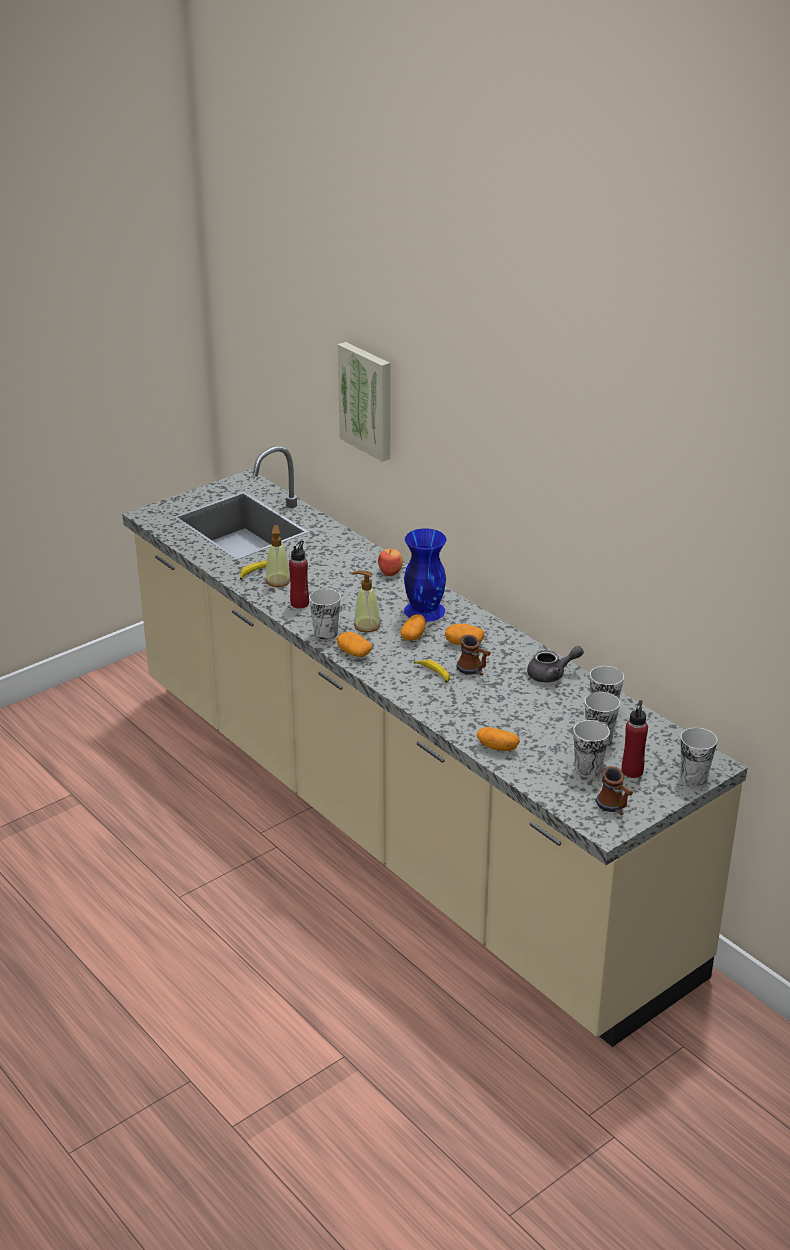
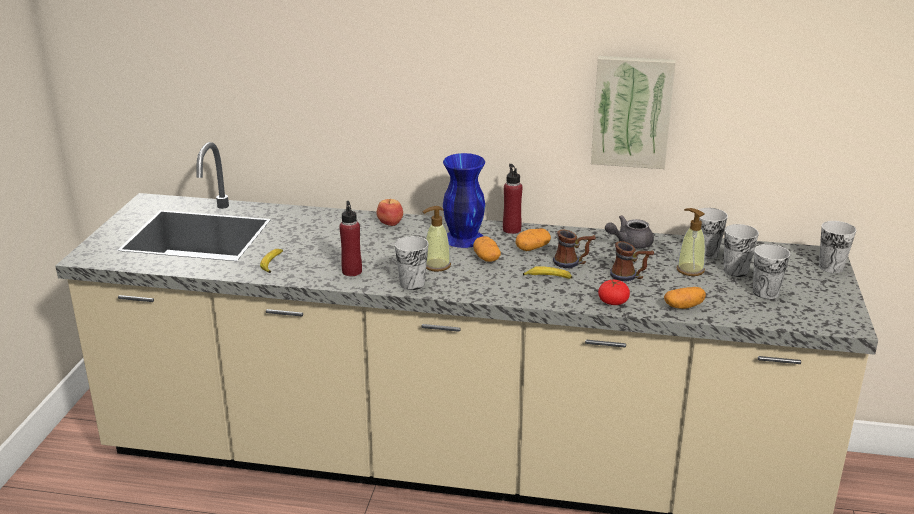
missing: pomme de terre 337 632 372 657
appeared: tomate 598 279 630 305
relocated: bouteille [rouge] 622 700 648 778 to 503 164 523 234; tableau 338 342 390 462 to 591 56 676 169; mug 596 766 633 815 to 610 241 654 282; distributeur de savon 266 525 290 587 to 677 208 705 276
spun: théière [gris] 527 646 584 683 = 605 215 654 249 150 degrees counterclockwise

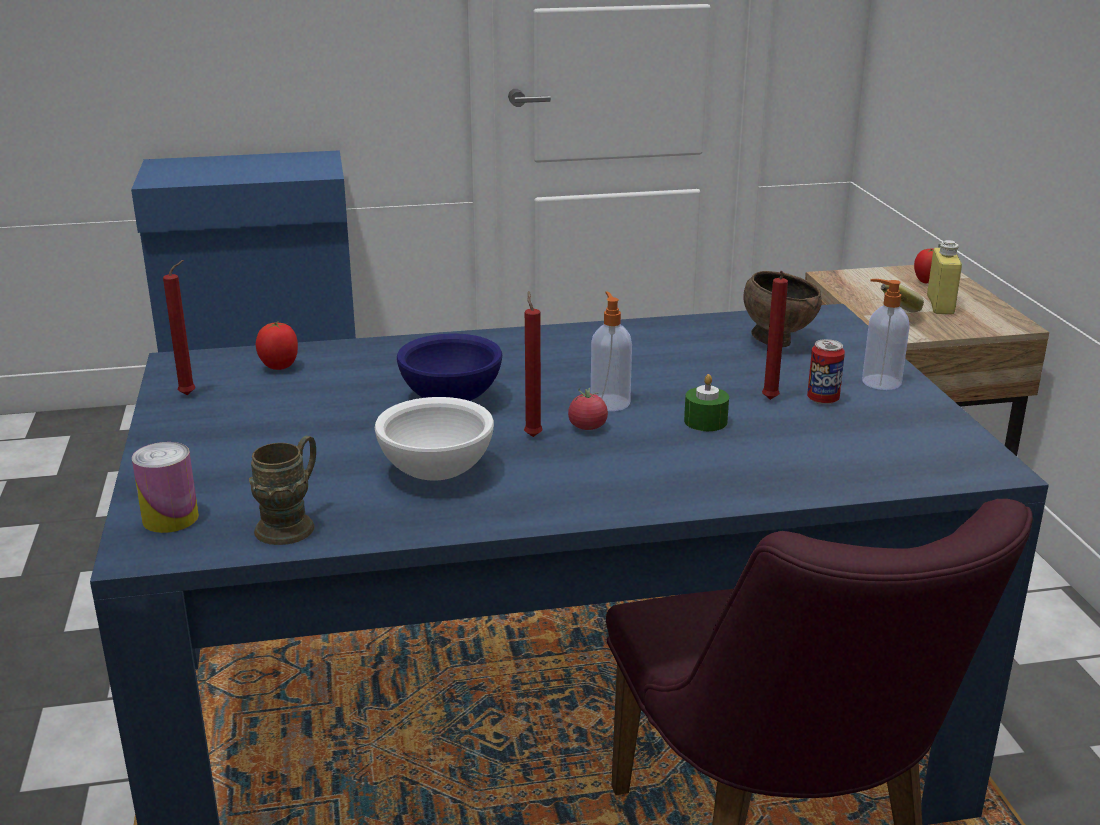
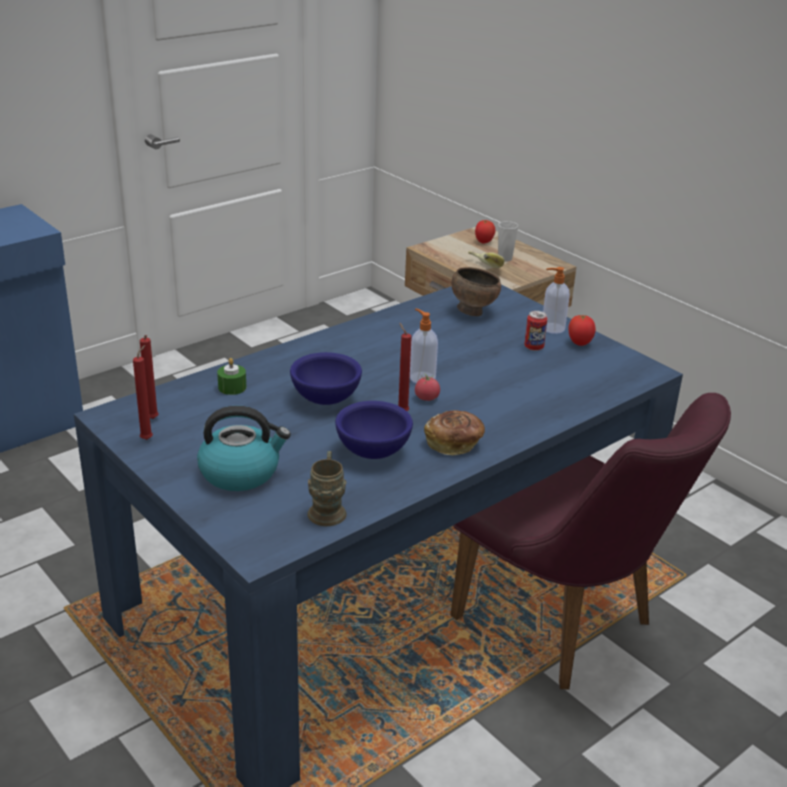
missing: boîte métallique 132 442 199 533
appeared: bouilloire 197 406 291 491; pain 424 410 485 455
relocated: bougie [rouge] 762 271 788 400 to 140 335 159 419; bougie [vert] 684 374 729 431 to 217 358 246 395; tomate 255 322 298 370 to 568 314 596 346
exchanged: bouteille [jaune] 927 240 962 315 to tasse 498 221 518 262
colour: bol [blanc] 375 397 494 481 to bol [bleu] 335 401 413 459

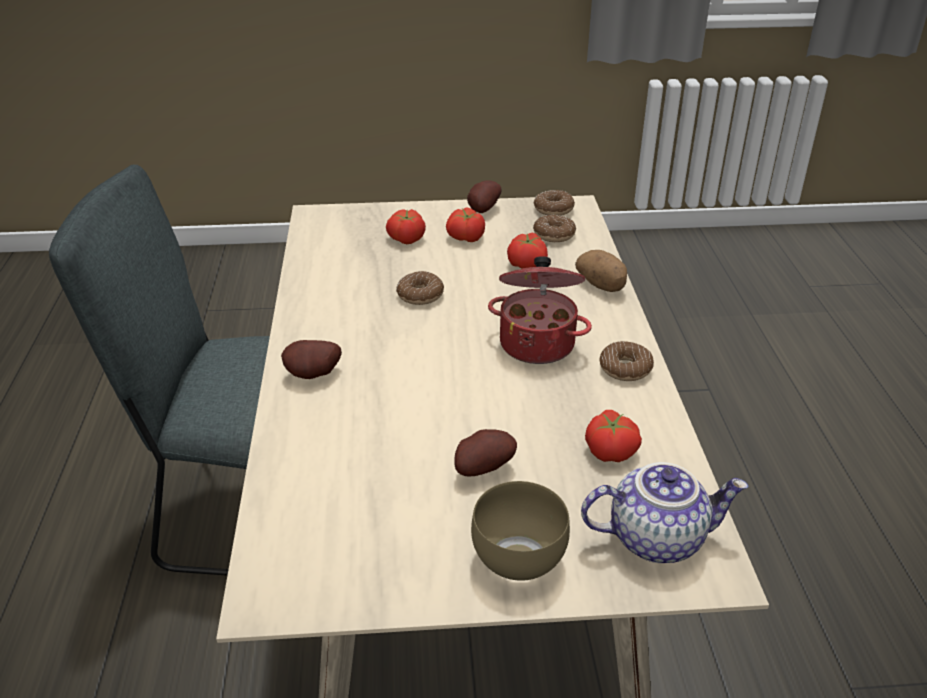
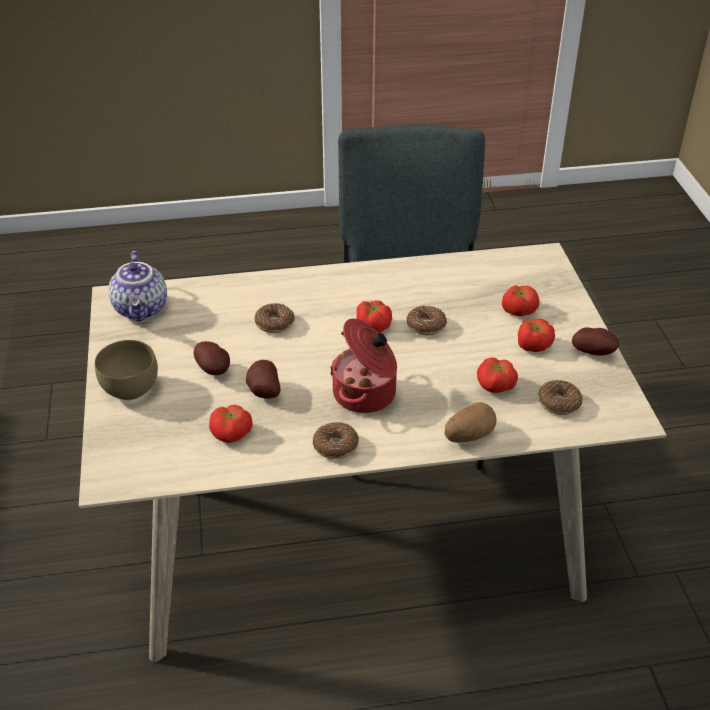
appeared: tomate 356 300 392 333
relocated: théière 581 462 748 563 to 109 251 167 322; pomme de terre 281 340 342 379 to 246 360 281 399; beignet 533 190 575 216 to 254 303 294 333

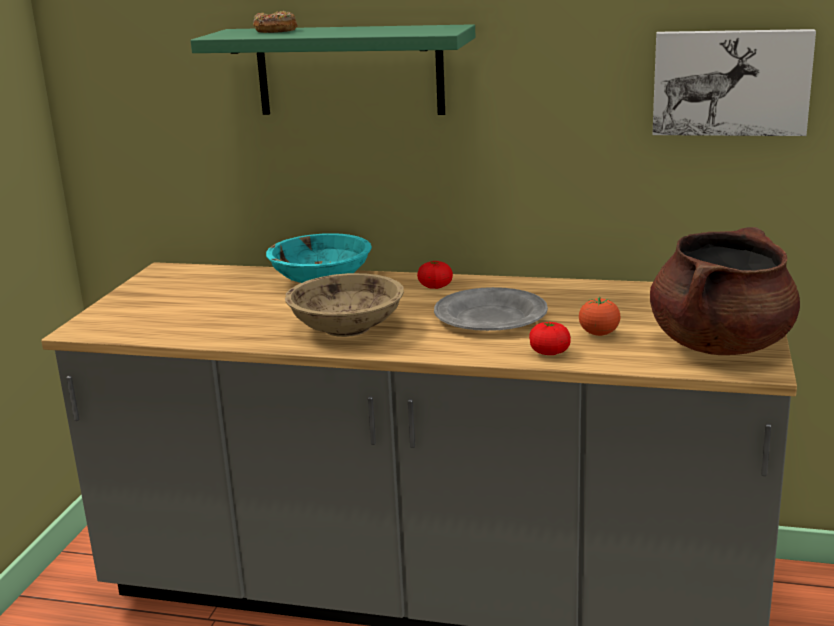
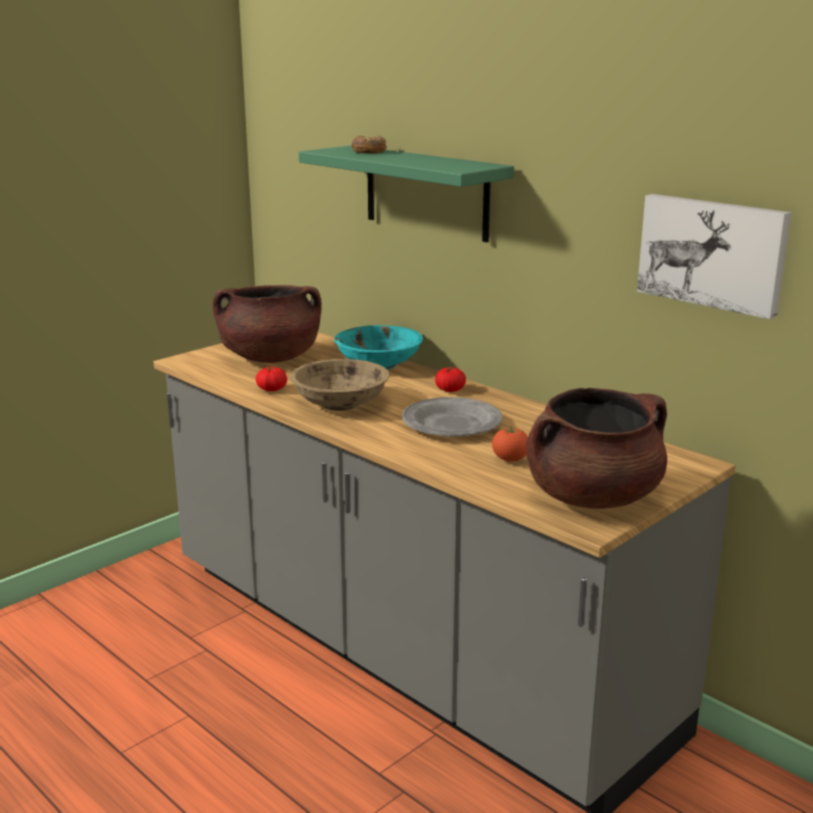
appeared: marmite [marron] 213 285 322 363
relocated: tomate 529 322 571 355 to 256 367 287 391

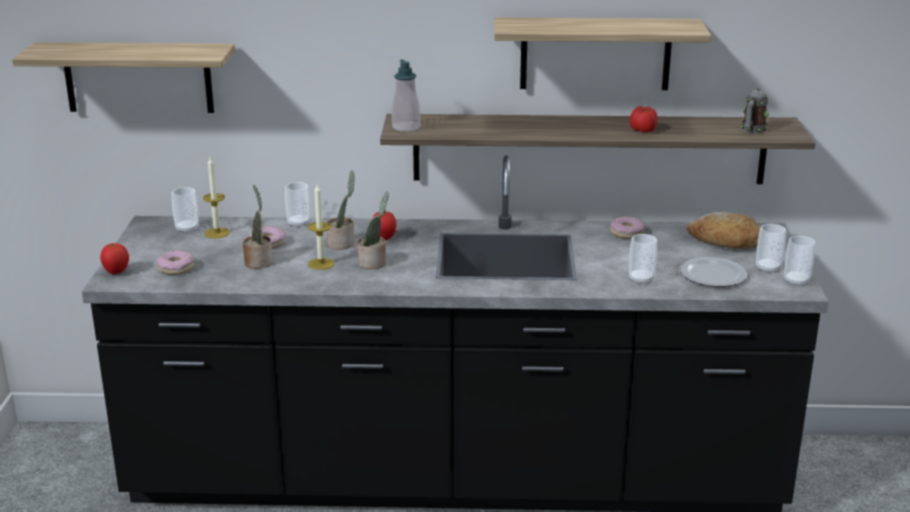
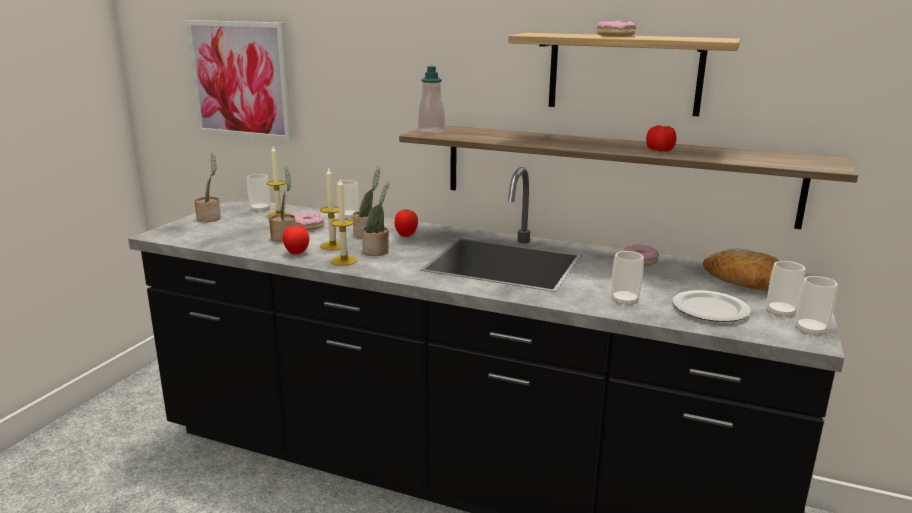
missing: mug 741 88 769 133
appeared: plante en pot 194 153 221 222; bougie 331 179 357 266
relocated: tomate 100 243 129 274 to 282 225 309 254; beignet 156 250 194 275 to 597 21 636 37
exchanged: étagère 12 42 235 113 to tableau 186 20 292 141

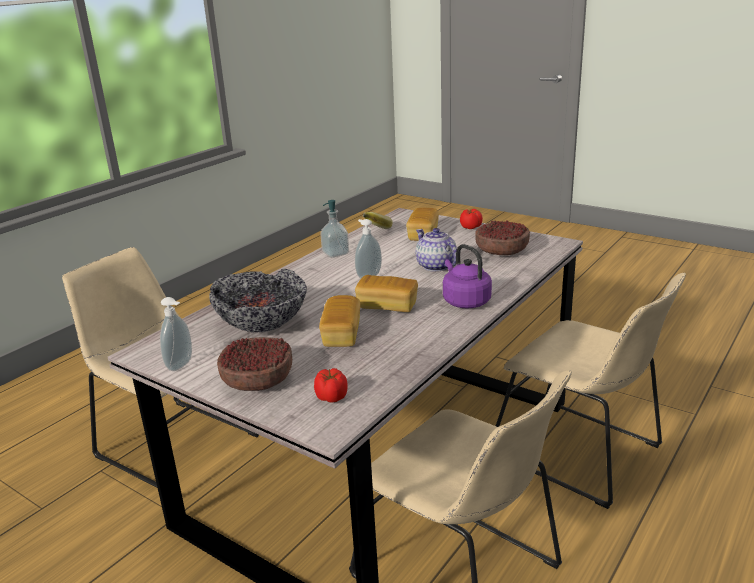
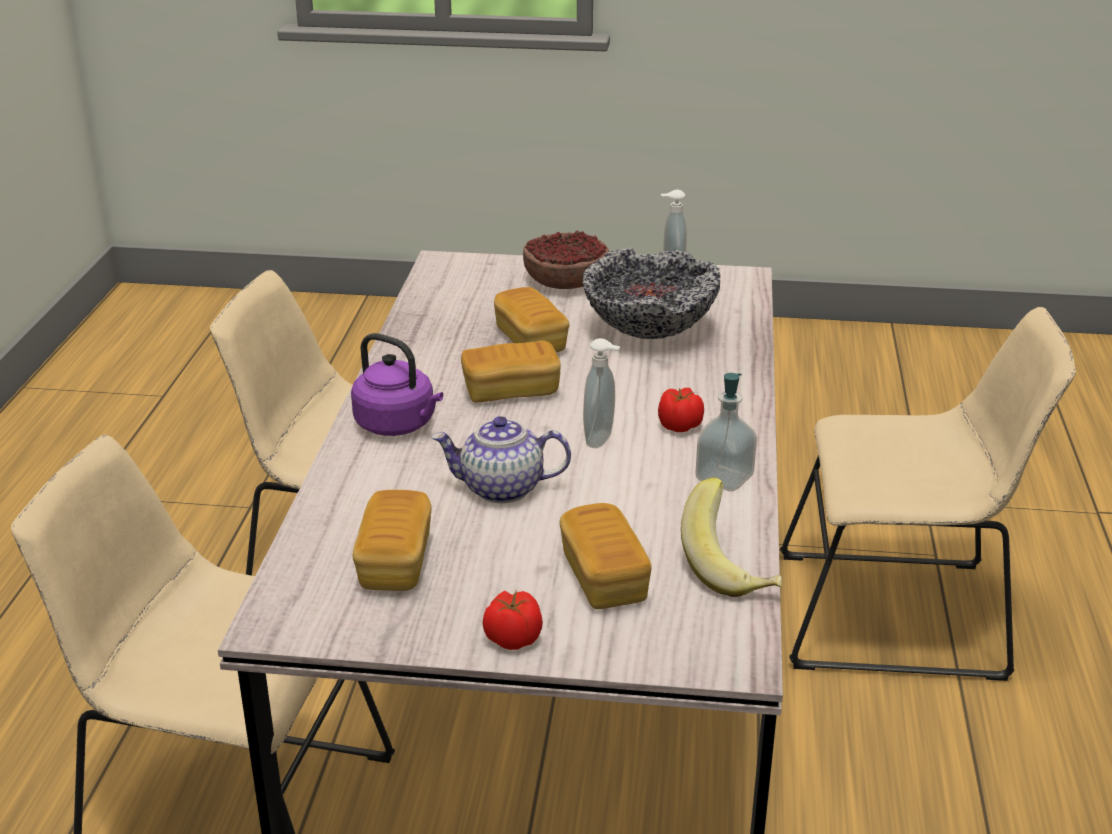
relocated: tomate 314 368 348 403 to 658 388 704 432
exchanged: bol 475 220 530 255 to pain 352 490 432 591
spun: théière 416 228 457 272 = 431 416 571 503 150 degrees clockwise

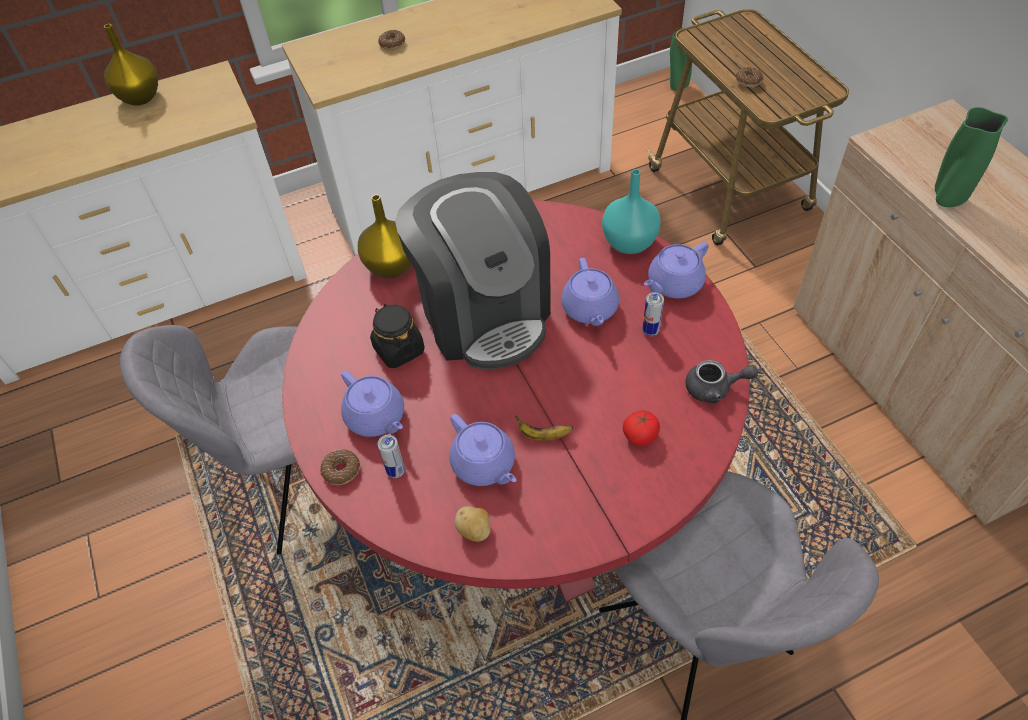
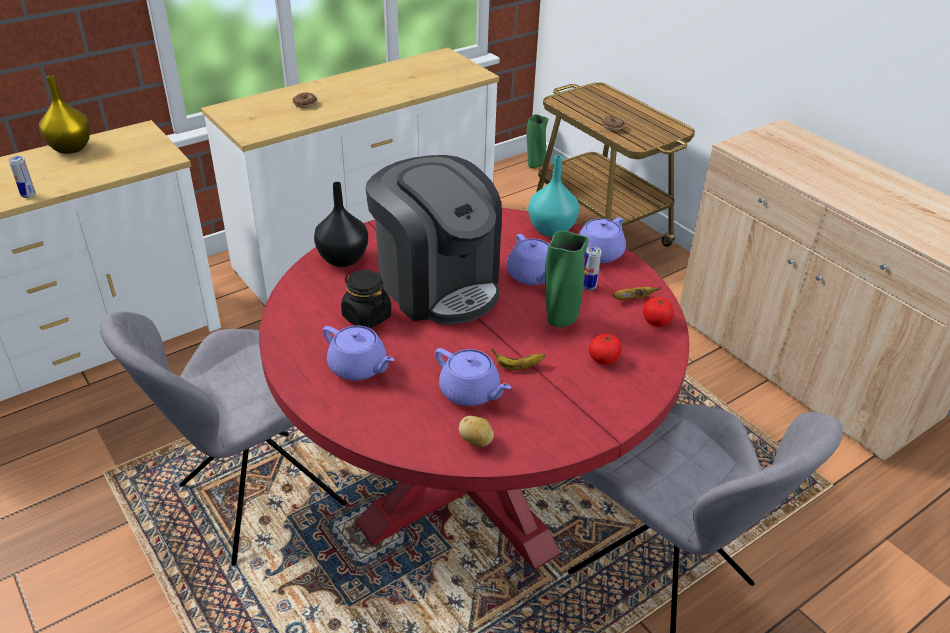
missing: beignet 320 449 360 485
appeared: banane 613 287 661 300
relocated: boîte métallique 378 434 405 478 to 9 156 35 198; vase [vert] 935 107 1008 207 to 545 231 589 327
exchanged: théière [gris] 685 360 758 404 to tomate 643 297 674 327
colour: vase [jaune] 358 194 412 278 to vase [noir] 314 182 368 267

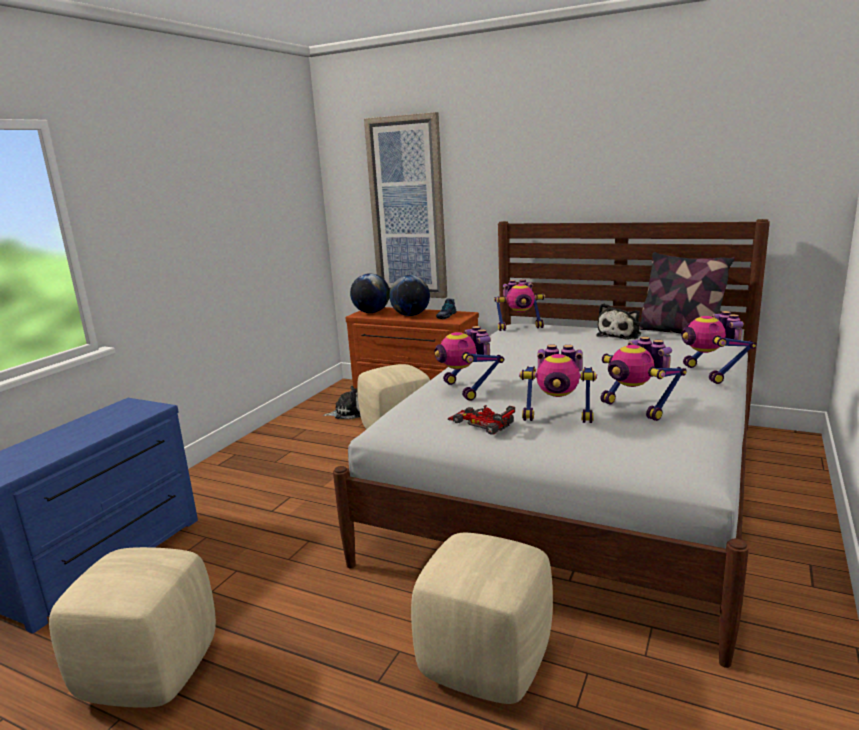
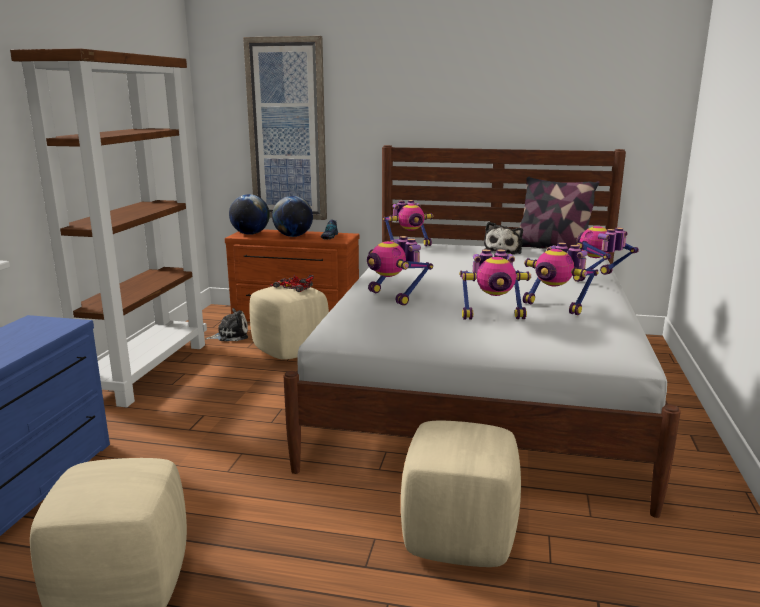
appeared: bibliothèque [marron] 10 48 207 407
relocated: petite voiture 448 405 515 435 to 270 275 314 292
spun: robot jouet 681 311 757 384 = 573 226 639 282 75 degrees clockwise

